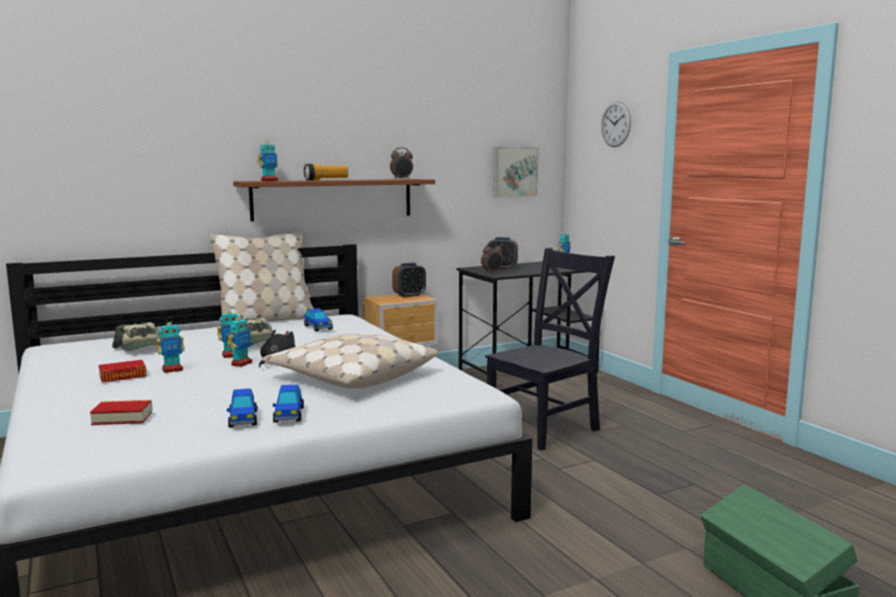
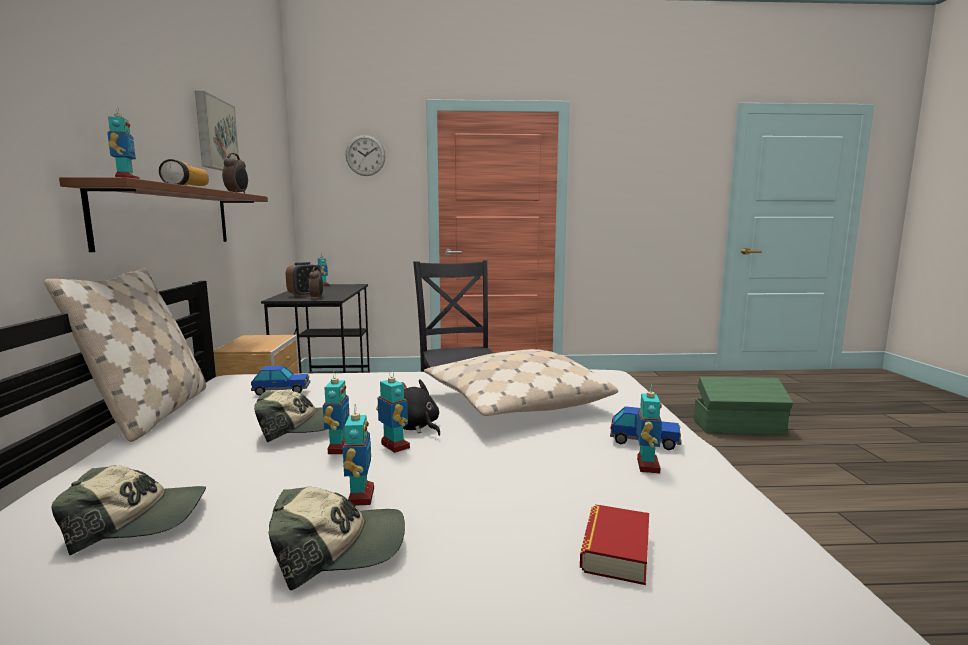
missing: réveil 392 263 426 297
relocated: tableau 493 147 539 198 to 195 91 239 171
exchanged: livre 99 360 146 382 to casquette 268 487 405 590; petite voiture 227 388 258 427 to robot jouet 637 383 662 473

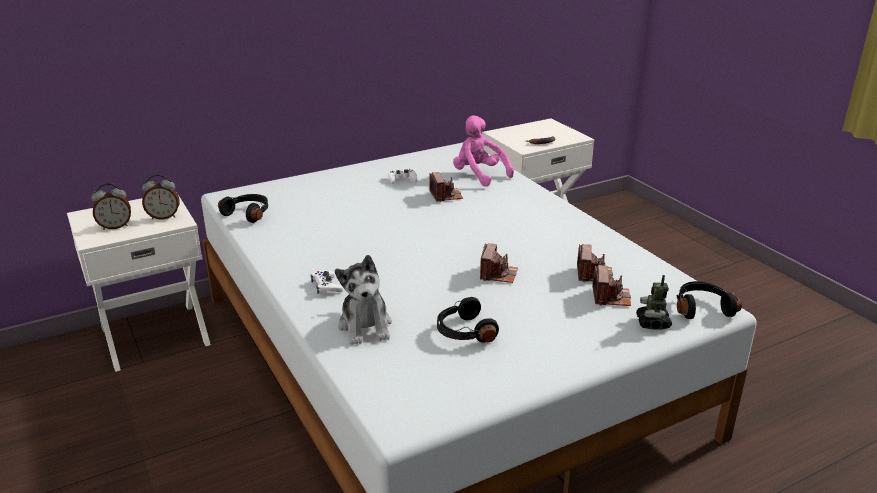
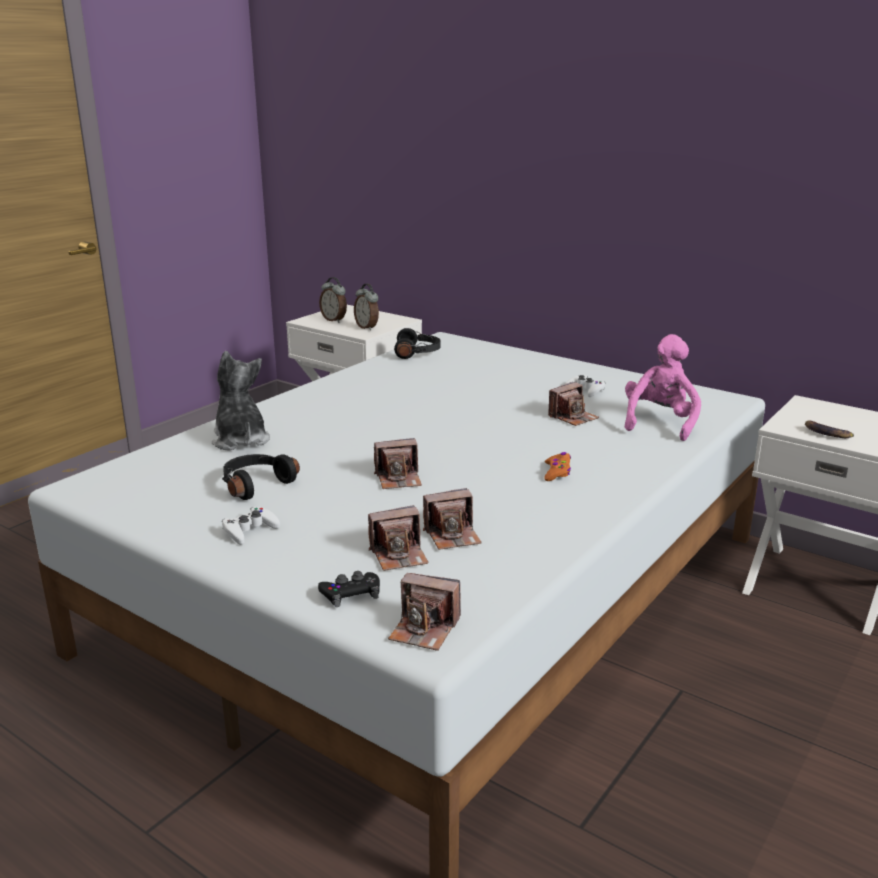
appeared: manette [orange] 544 452 571 481
relocated: manette [blanc] 311 270 343 294 to 222 507 280 545
exchanged: robot jouet 636 275 672 329 to manette [noir] 318 571 380 607; casque audio [noir] 676 281 742 319 to appareil photo 388 573 461 651
spun: peluche 335 255 392 345 = 212 351 270 451 105 degrees clockwise

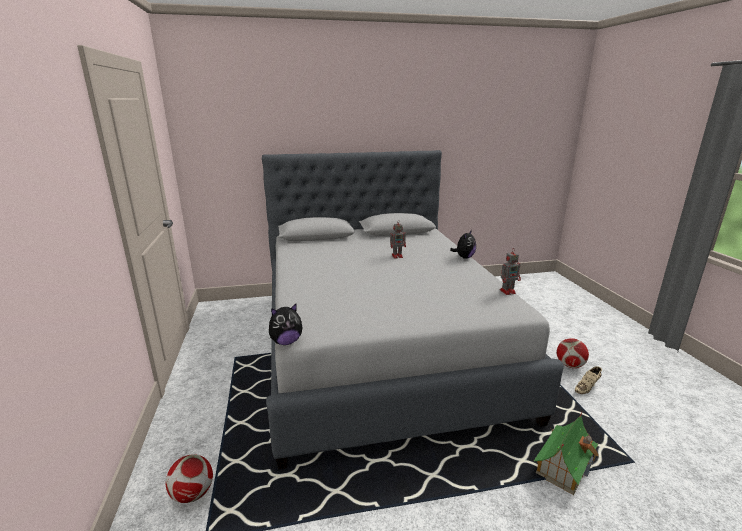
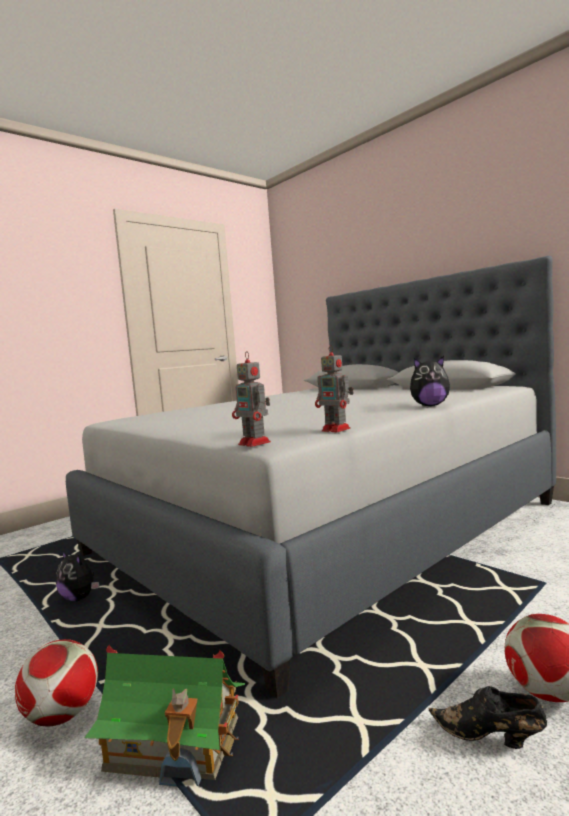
relocated: ballon de foot 166 454 213 503 to 15 639 98 727; peluche 269 303 303 345 to 56 551 100 602; robot jouet 390 220 406 258 to 232 351 271 447
colour: chaussure [beige] 575 366 602 394 to chaussure [noir] 429 686 547 749

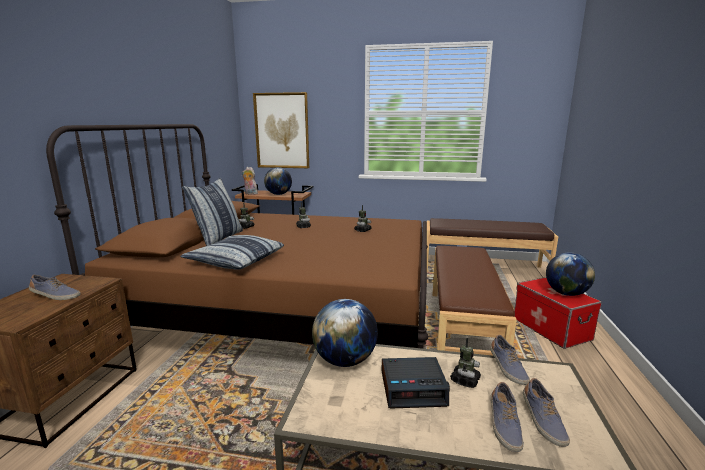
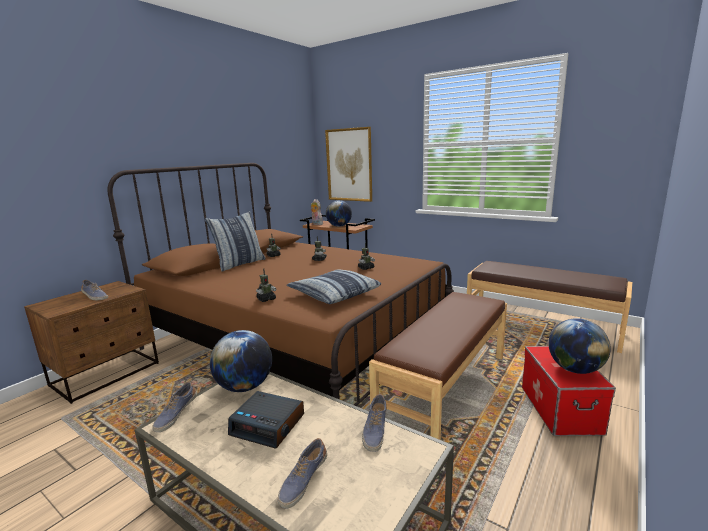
relocated: chaussure 523 378 570 447 to 152 382 197 432; robot jouet 450 338 481 388 to 256 268 276 302; coussin 180 235 284 270 to 287 270 381 304

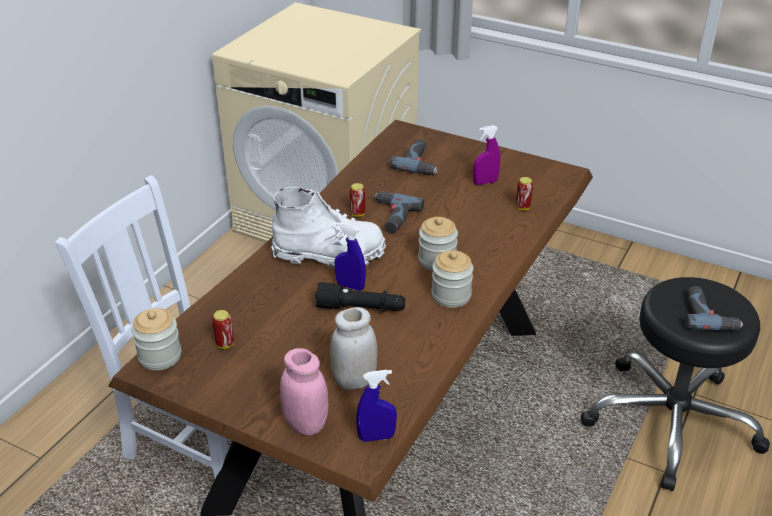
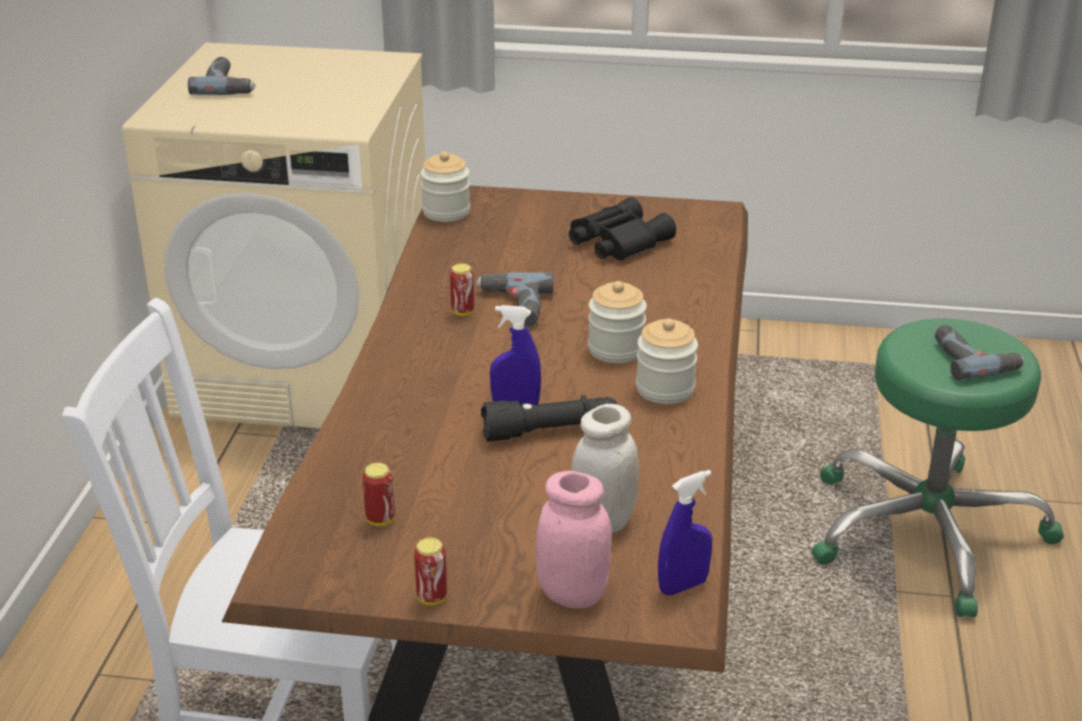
missing: botte [blanc] 271 187 386 269
relocated: perceuse 390 139 438 175 to 188 57 256 95; boîte métallique 516 177 533 210 to 414 538 447 605; bocal 132 308 181 370 to 421 151 470 222
exchanged: vaporisateur [violet] 473 125 500 185 to jumelles [noir] 569 197 676 261
colour: tabouret [noir] 581 277 770 491 to tabouret [vert] 811 318 1064 617

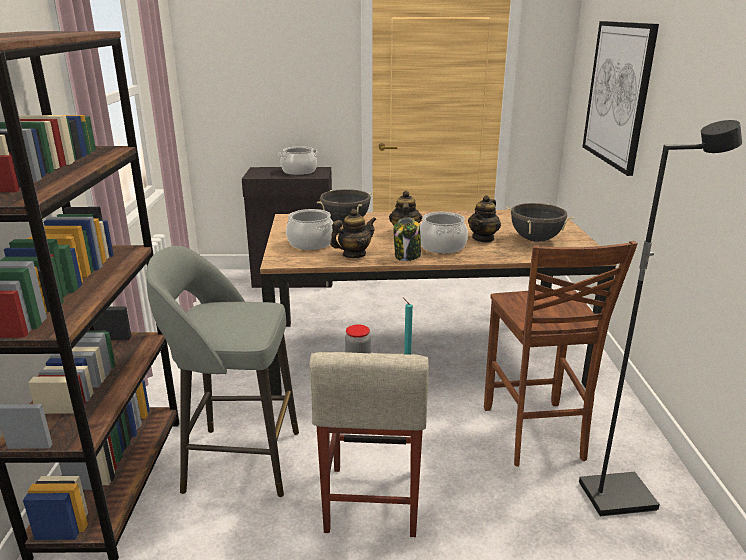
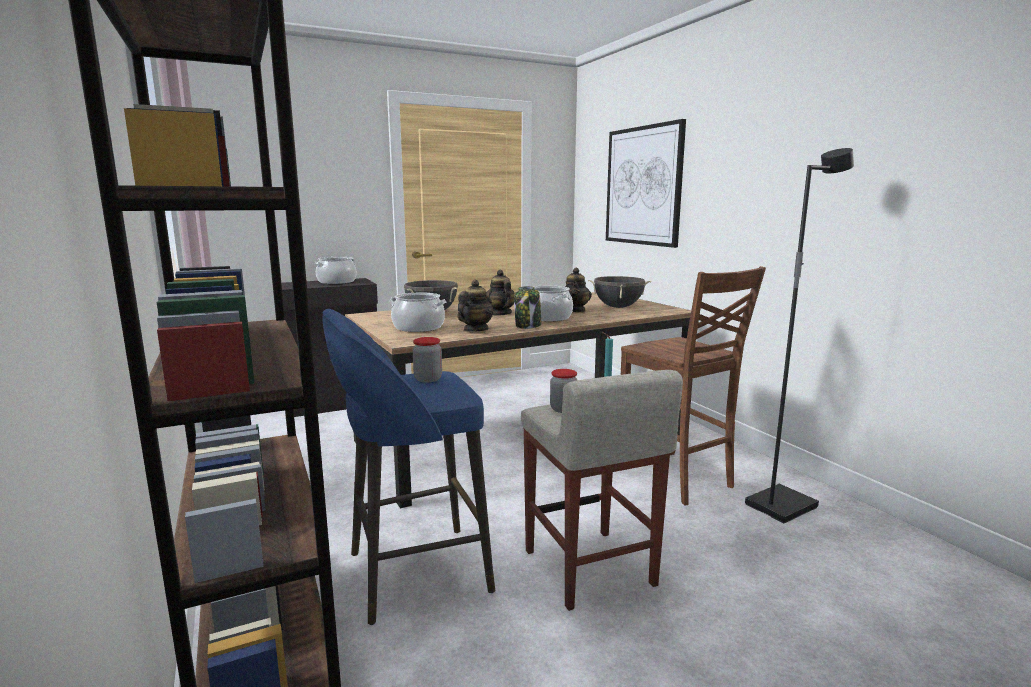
appeared: bocal 413 337 442 382
colour: tabouret [gris] 146 246 299 497 to tabouret [bleu] 323 309 495 625

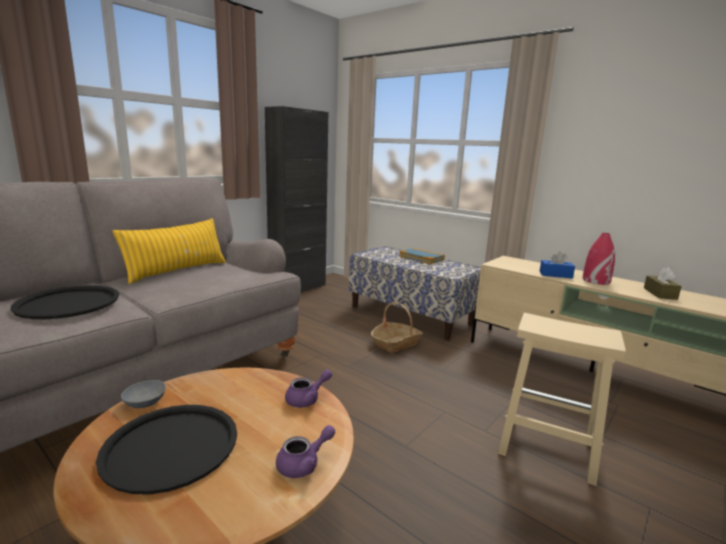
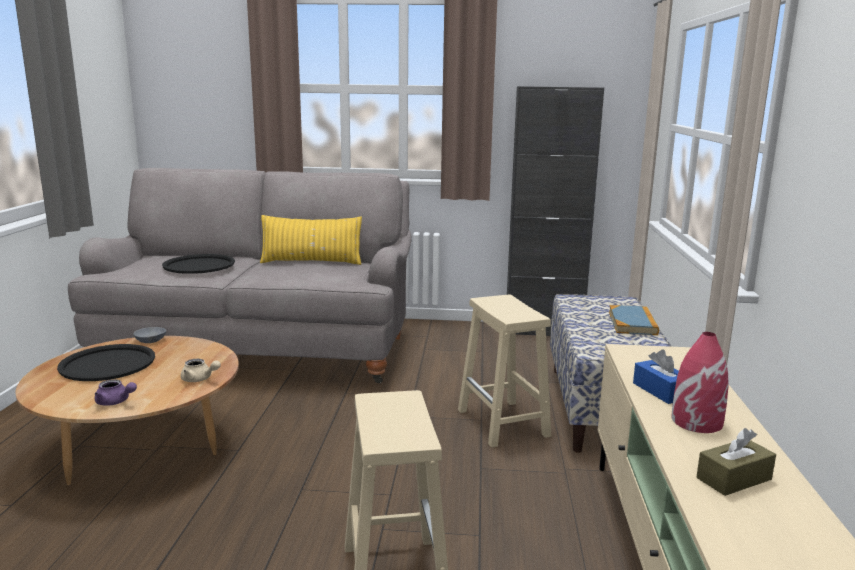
exchanged: panier 371 302 423 353 to tabouret [beige] 458 295 551 448
colour: théière [violet] 285 369 332 408 to théière [beige] 181 359 221 382

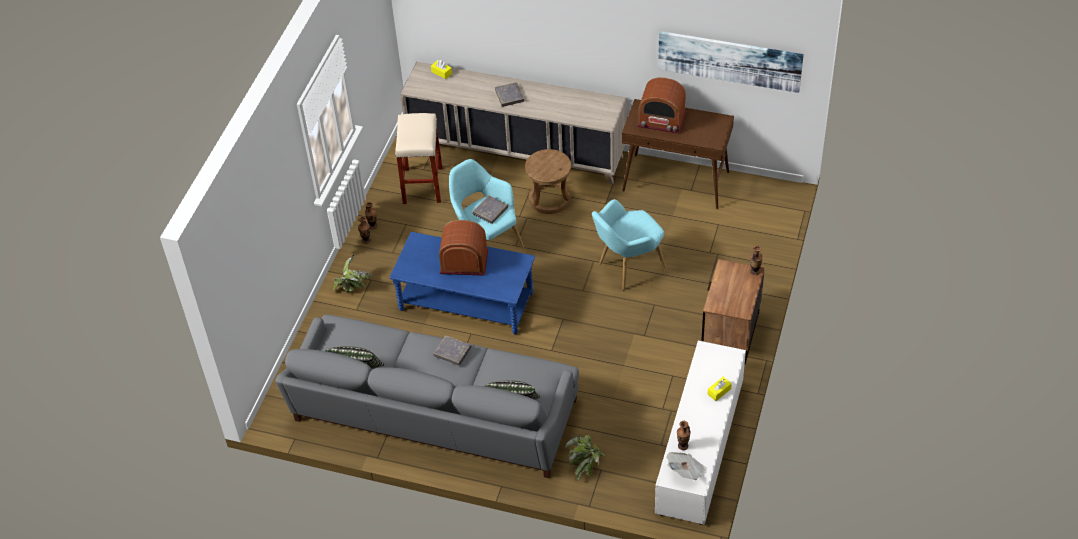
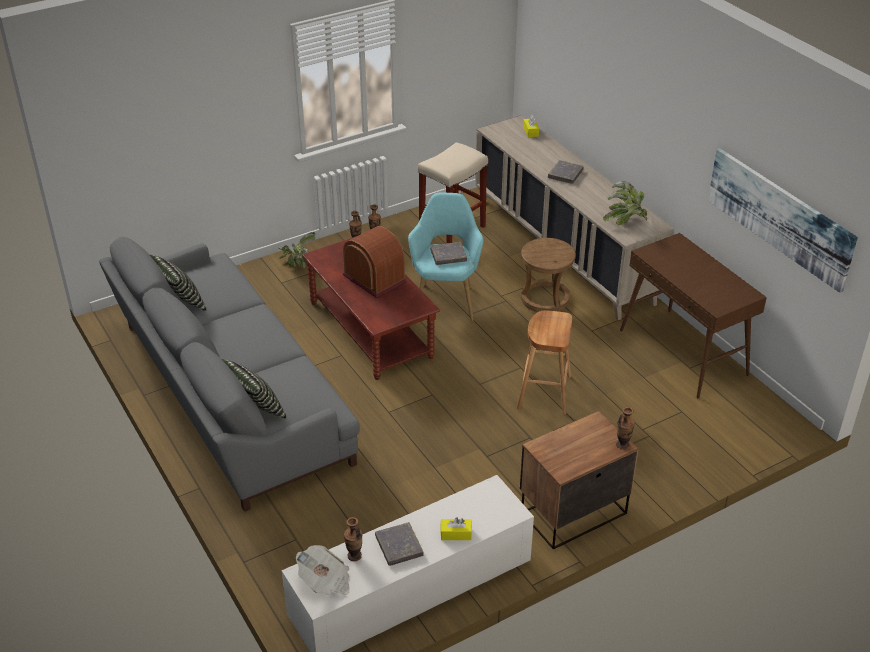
missing: radio 637 77 686 134
relocated: livre [gris] 433 335 472 366 to 375 522 424 566; plante en pot 565 435 605 480 to 603 181 648 225
exchanged: fauteuil [turquoise] 592 199 667 290 to tabouret [marron] 517 310 572 415
colour: table basse [bleu] 389 232 535 335 to table basse [marron] 302 236 440 380

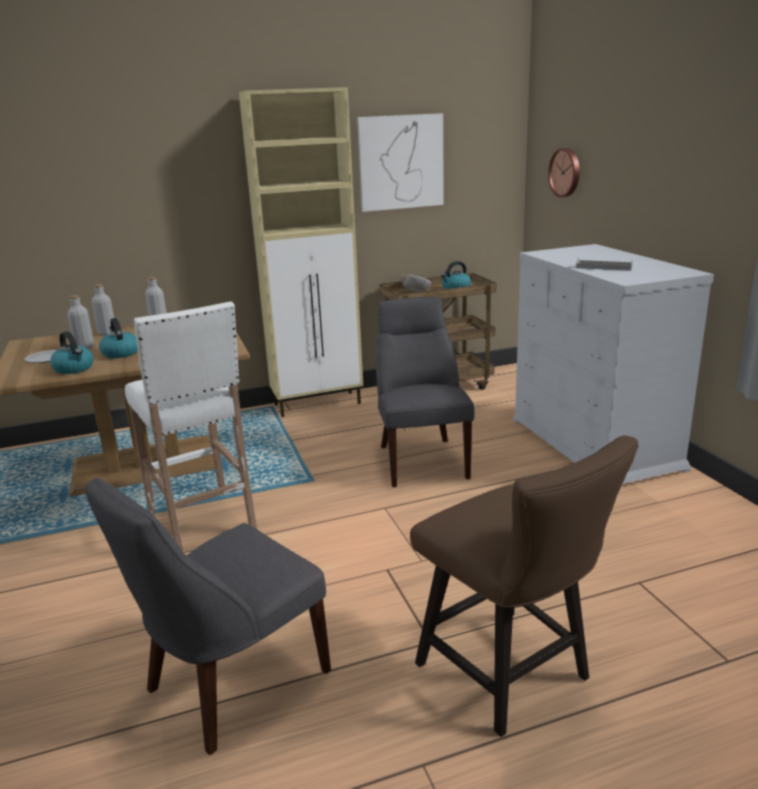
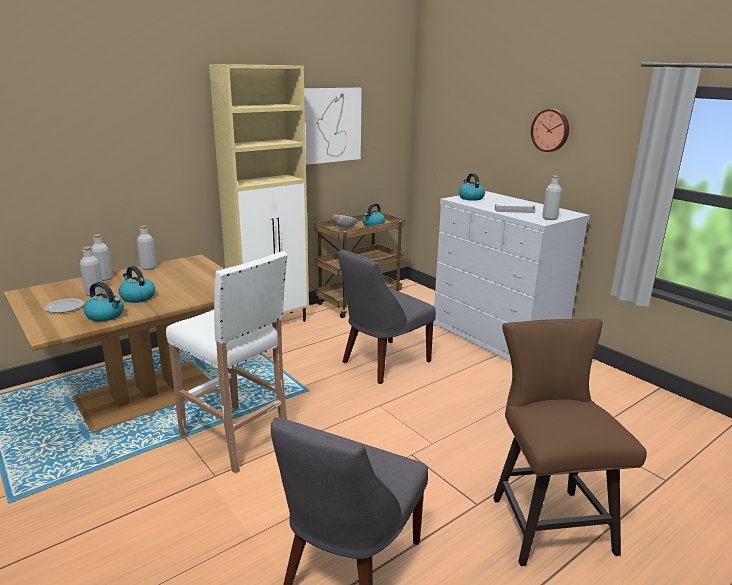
appeared: bouilloire 459 173 485 201; bouteille [gris] 542 176 562 220
relocated: horloge murale 548 148 580 197 to 531 109 569 152
spun: chaise [gris] 376 297 474 487 = 338 249 436 384 105 degrees counterclockwise; chaise [marron] 410 436 639 737 = 493 319 647 566 135 degrees counterclockwise

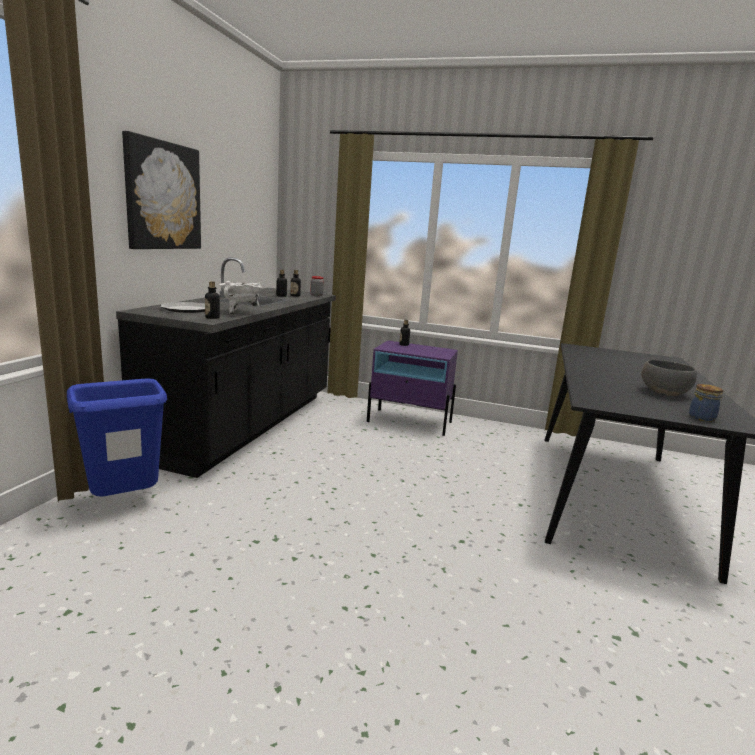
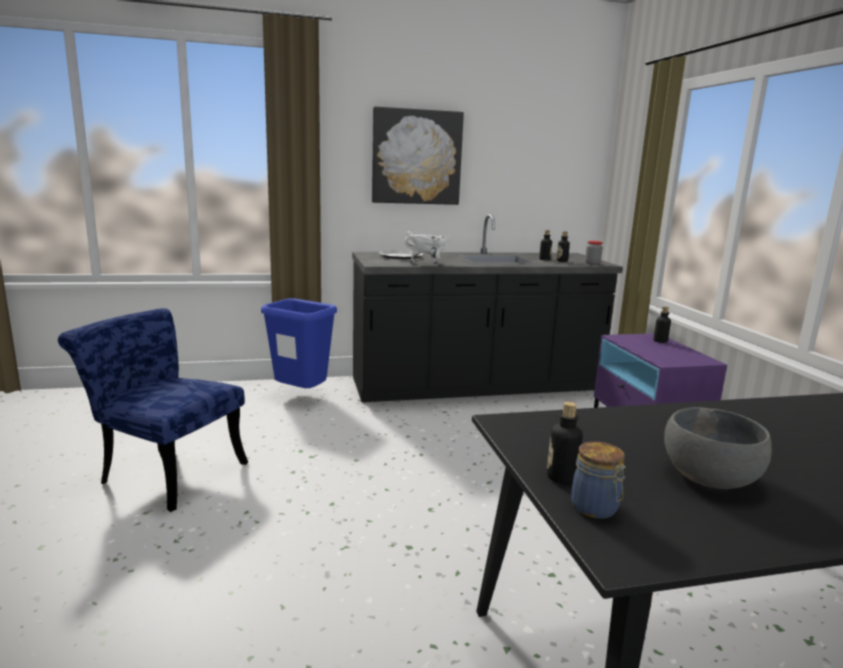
appeared: chaise [bleu] 58 308 248 512
relocated: bouteille 205 281 220 319 to 547 402 583 484

